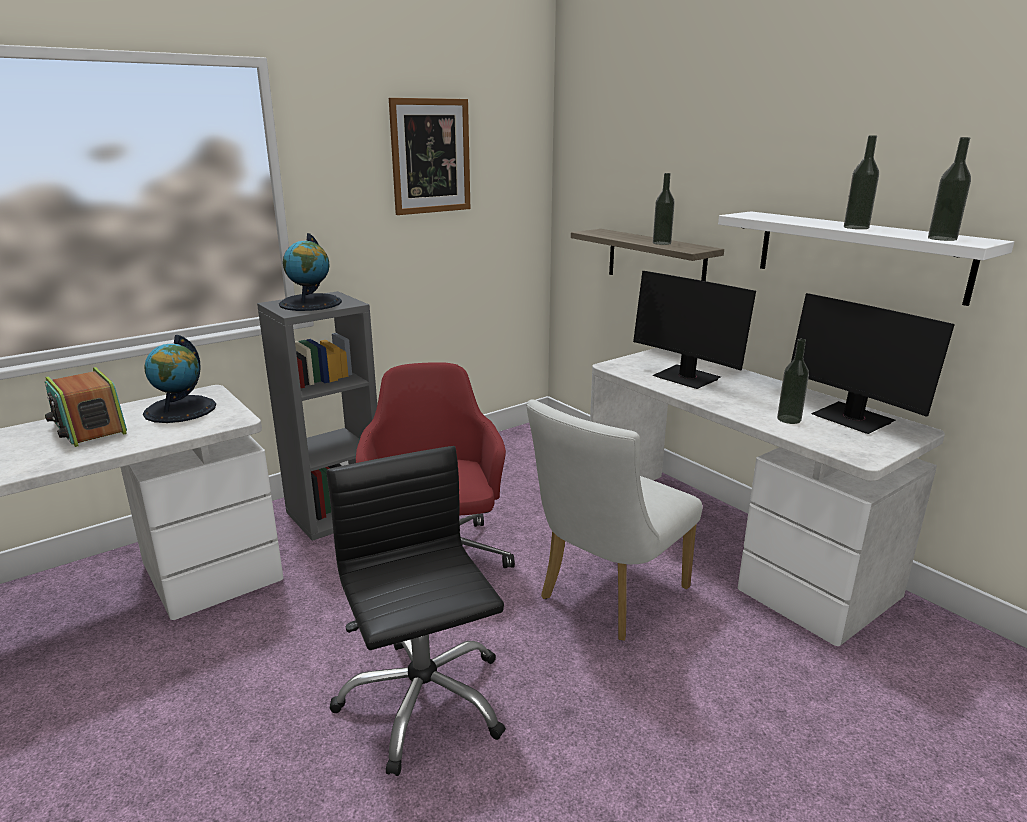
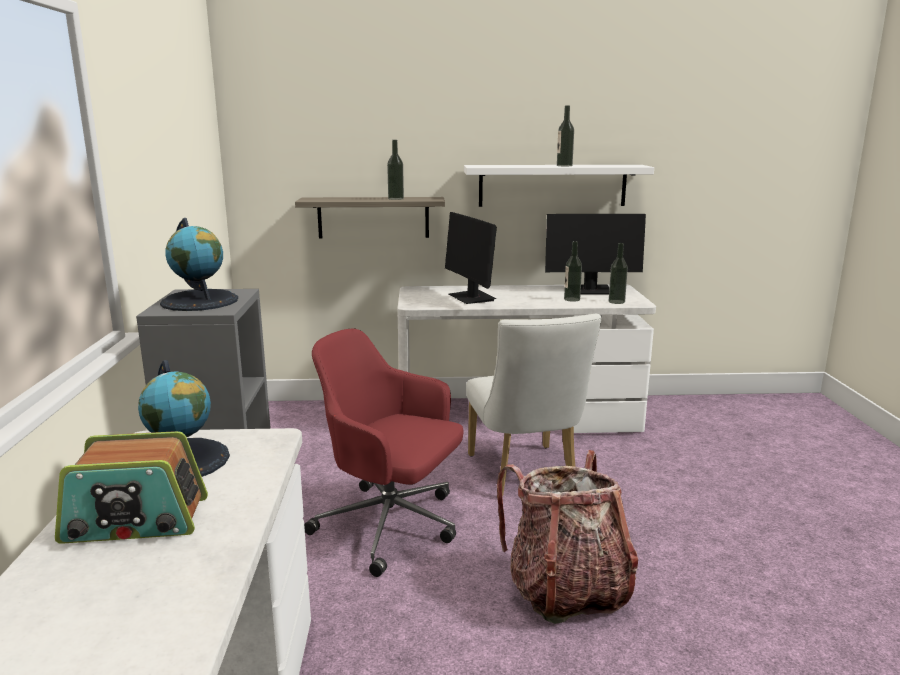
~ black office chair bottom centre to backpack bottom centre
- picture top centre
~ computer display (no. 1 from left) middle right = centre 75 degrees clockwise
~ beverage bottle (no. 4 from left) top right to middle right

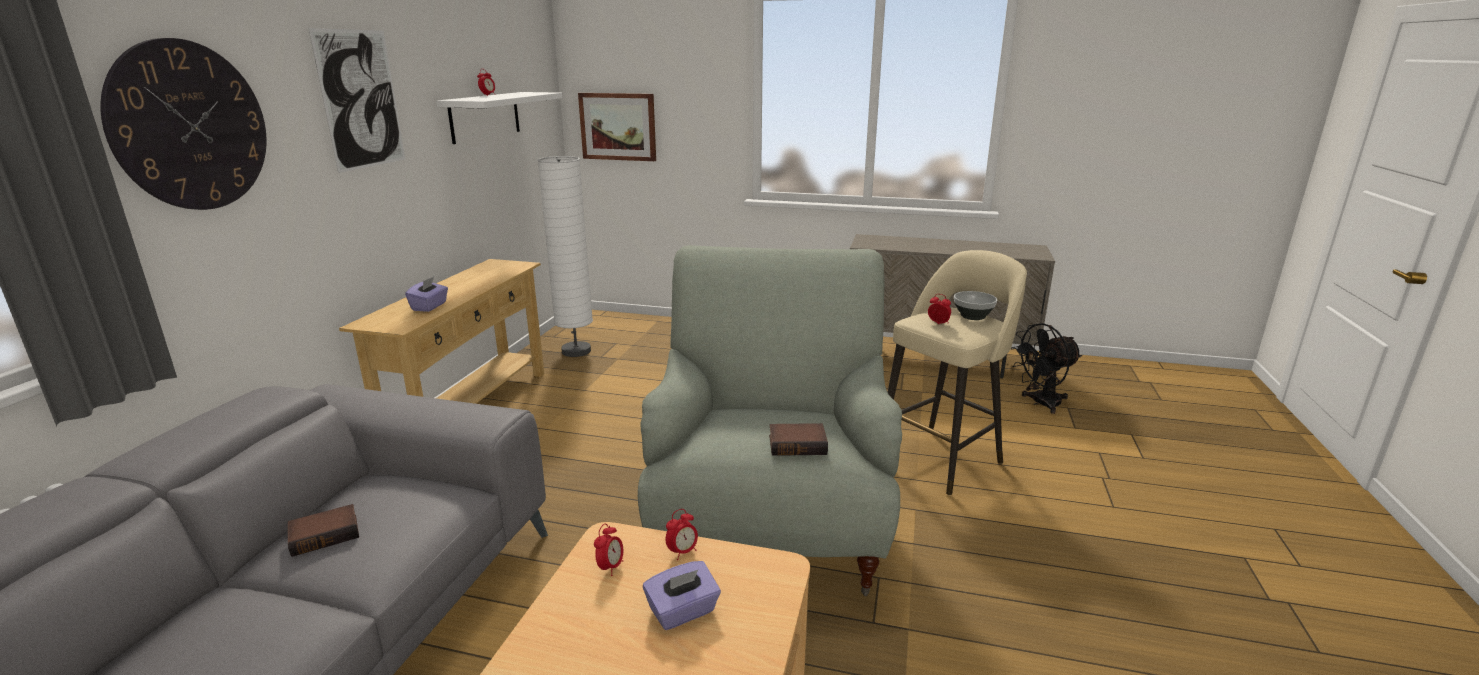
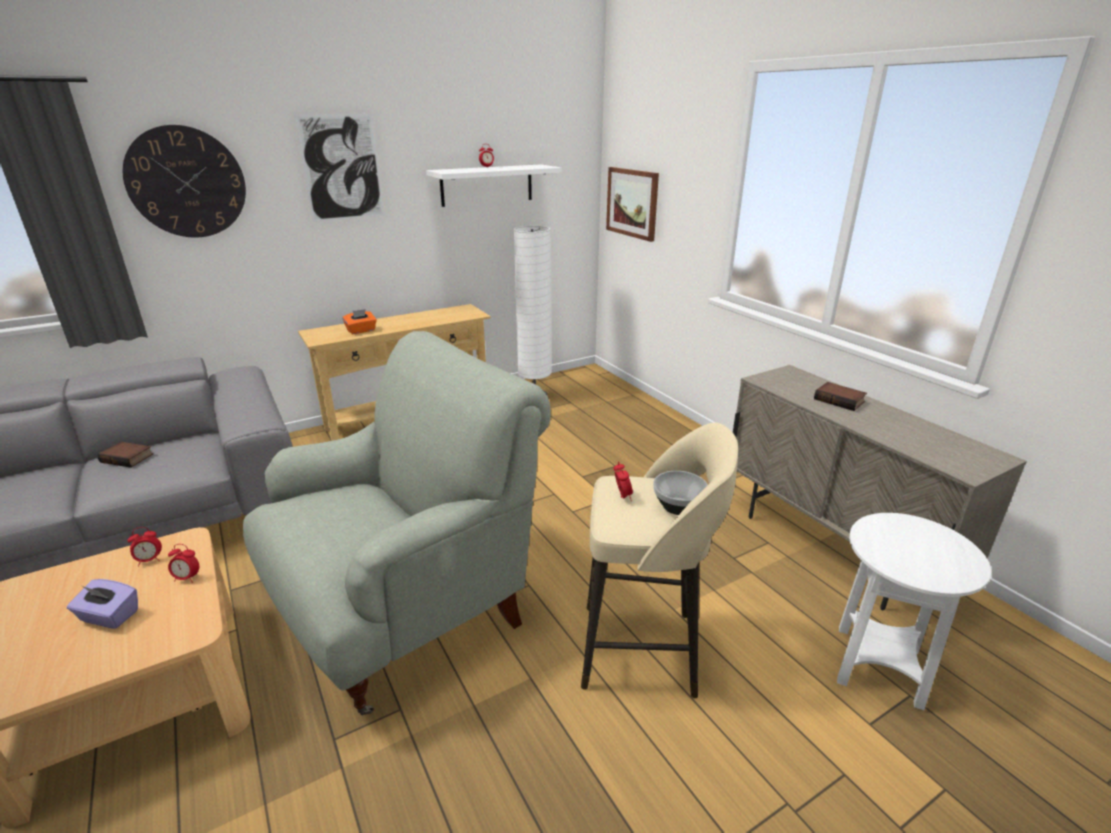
~ purplish tissue box (no. 1 from left) middle left to orangey tissue box middle left
~ book (no. 2 from left) centre to middle right
~ black fan middle right to whitish end table bottom right

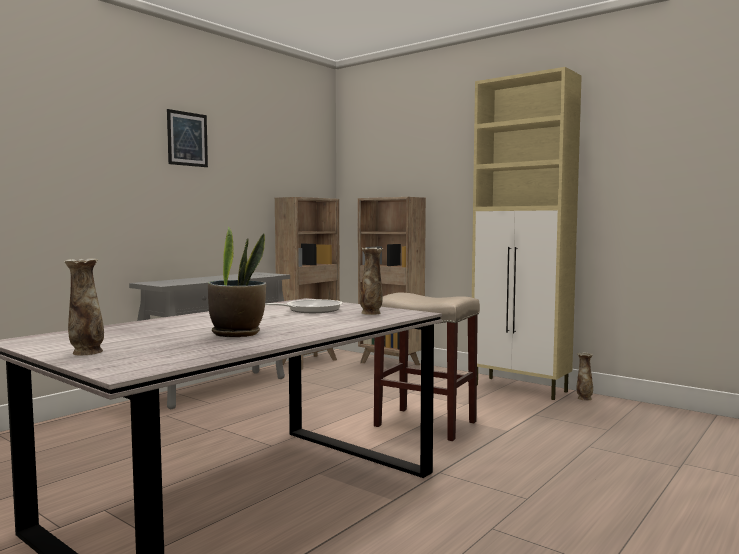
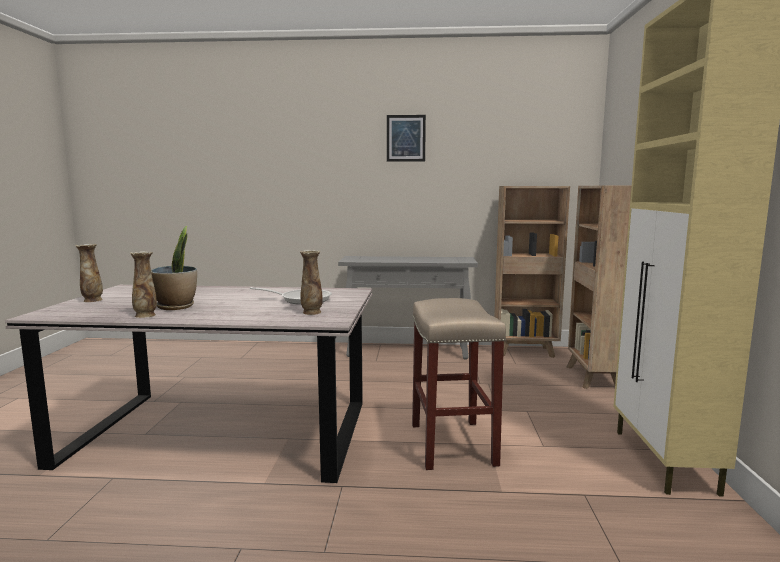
~ vase (no. 3 from left in the first image) bottom right to vase (no. 2 from left) middle left

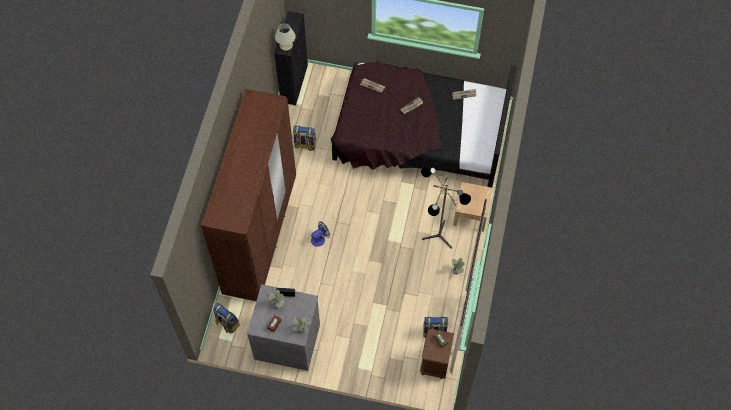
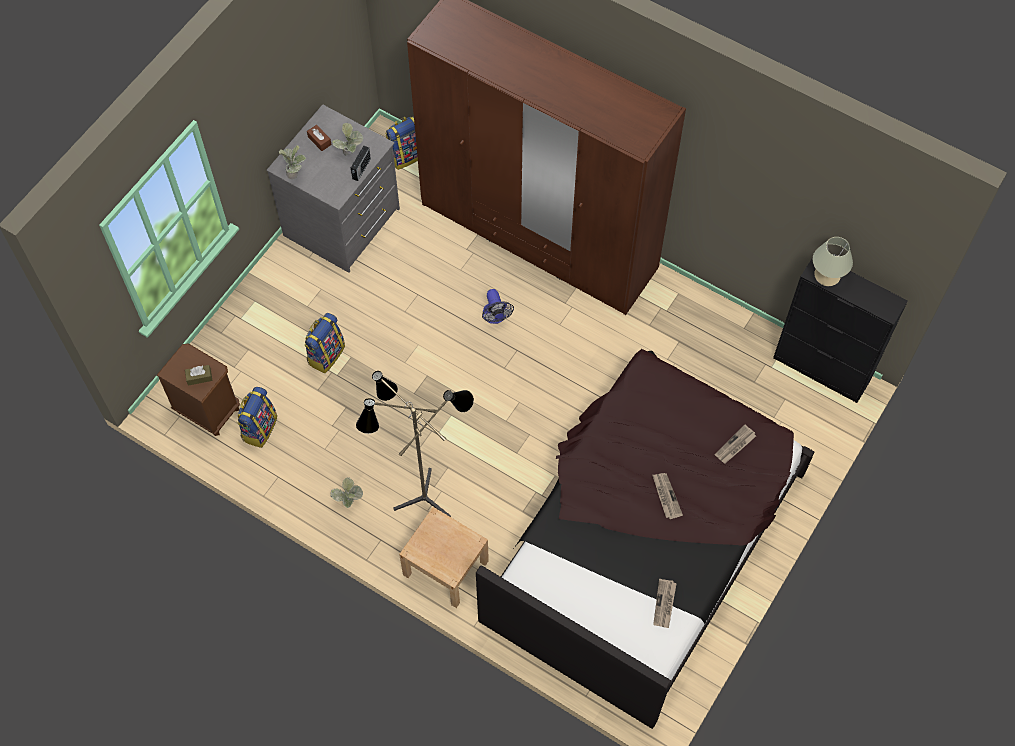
~ backpack (no. 2 from left) centre to middle left

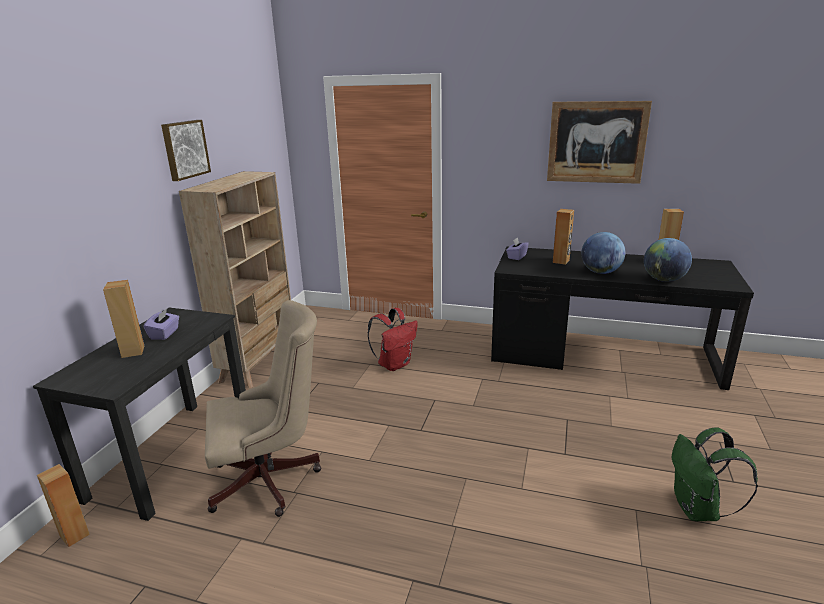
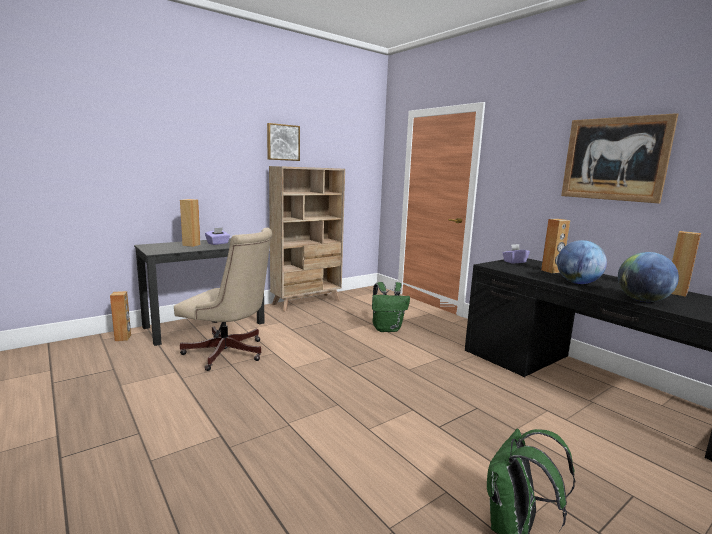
~ reddish backpack centre to green-coloured backpack (no. 1 from left) centre

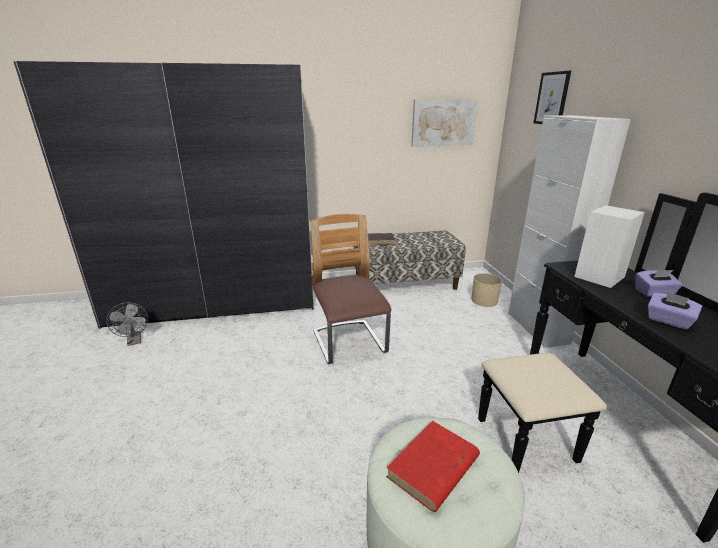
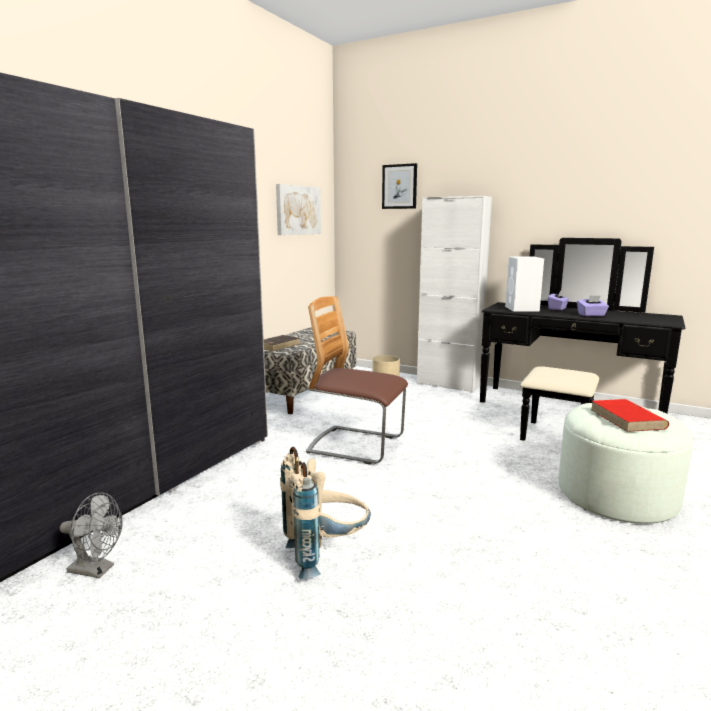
+ sand-coloured backpack bottom centre

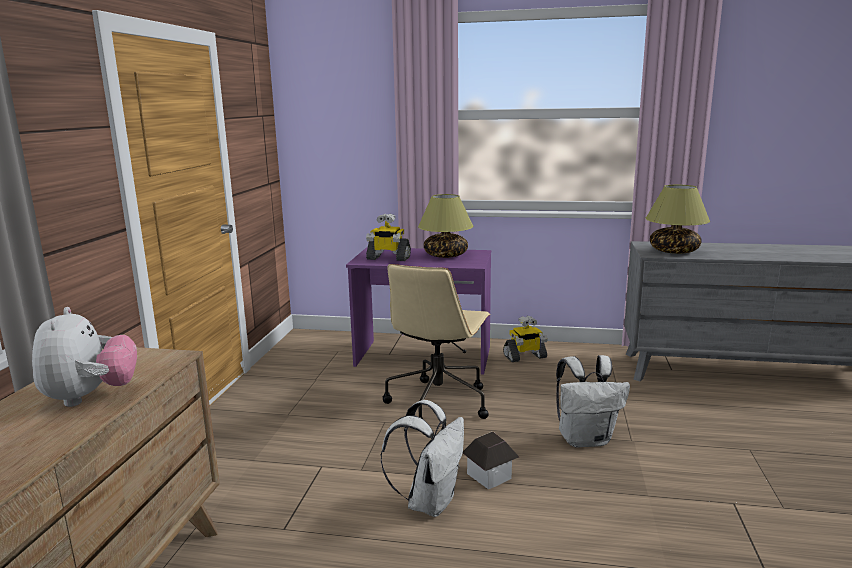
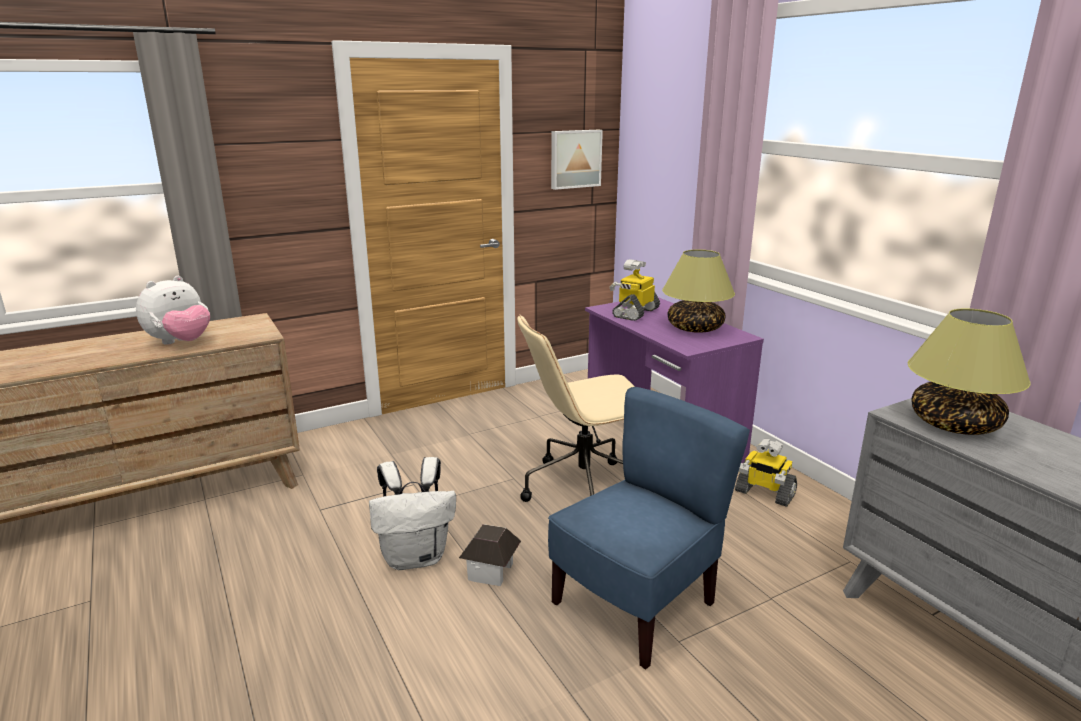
~ robot figure (no. 1 from left) centre = centre 60 degrees clockwise
~ whitish backpack (no. 2 from left) bottom right to bluish plain chair bottom centre
+ picture top centre

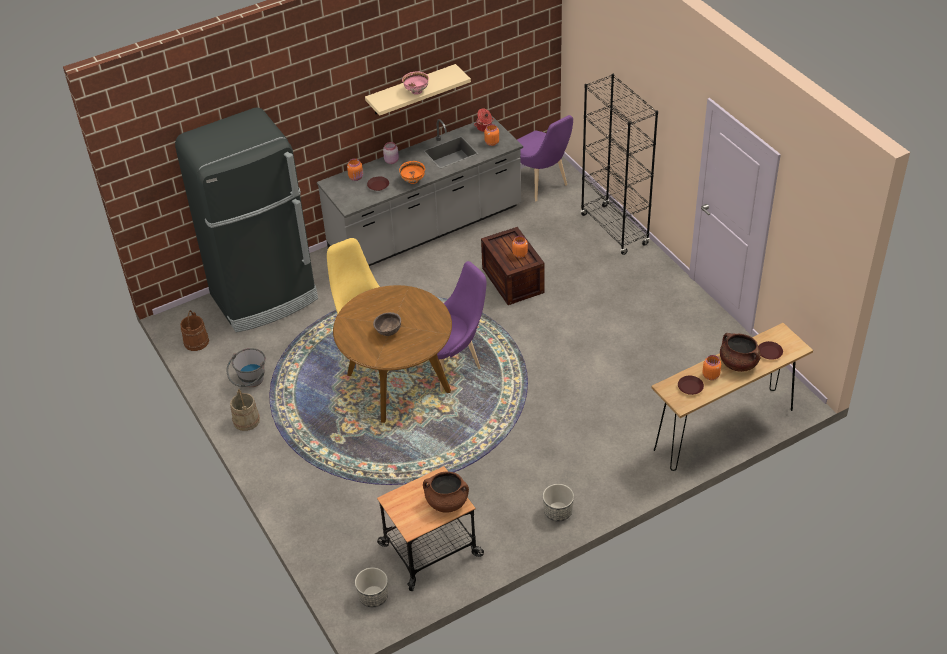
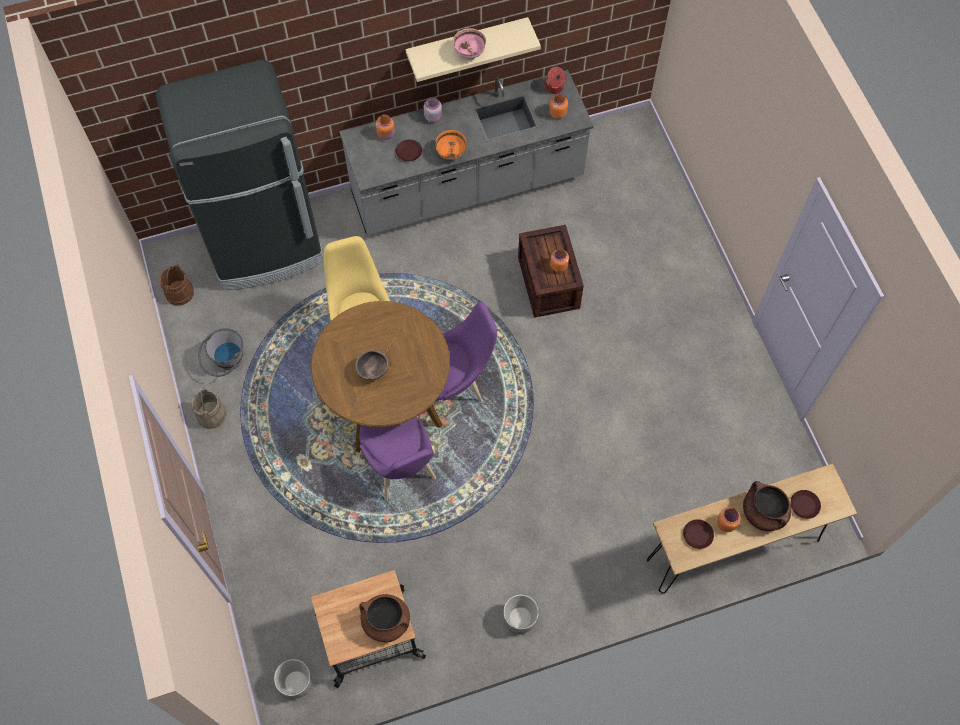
~ purplish plain chair (no. 2 from left in the first image) top centre to purplish plain chair (no. 1 from left) centre
- black bookcase top centre

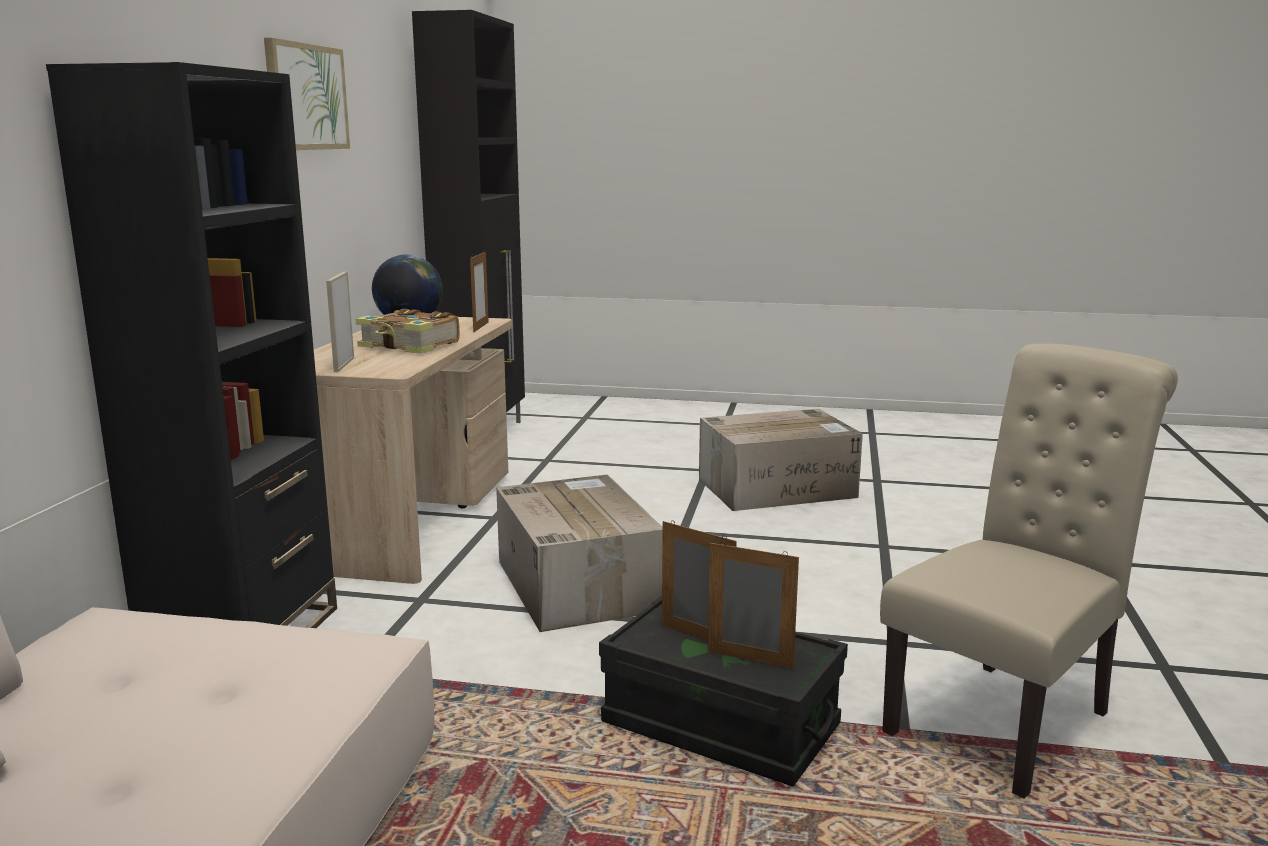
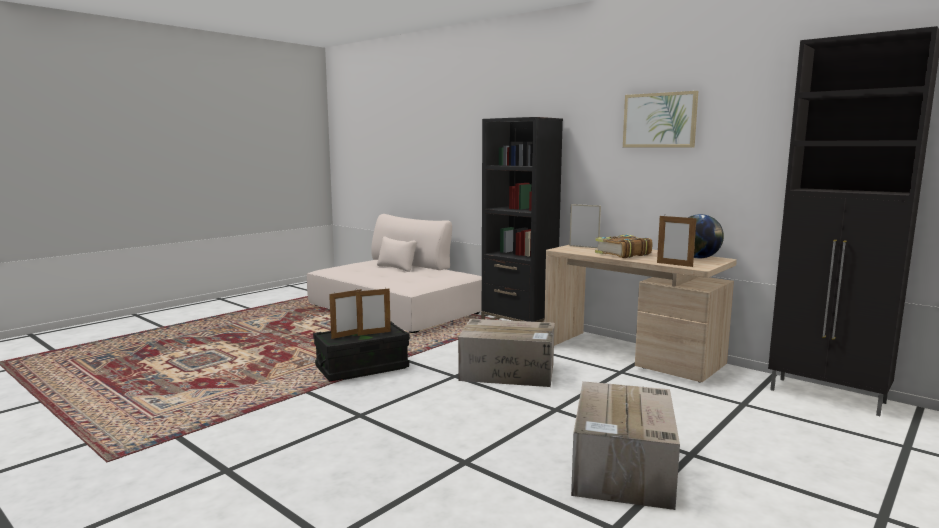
- sand-coloured plain chair bottom right

